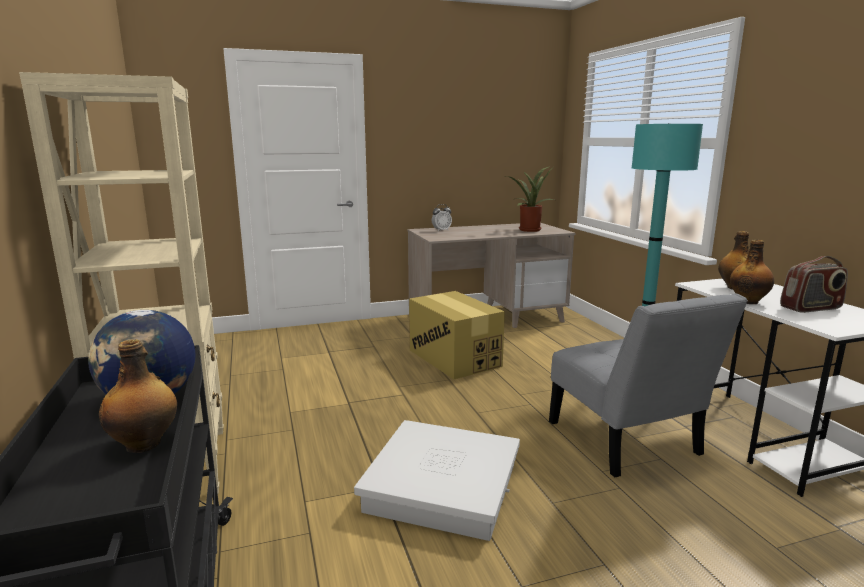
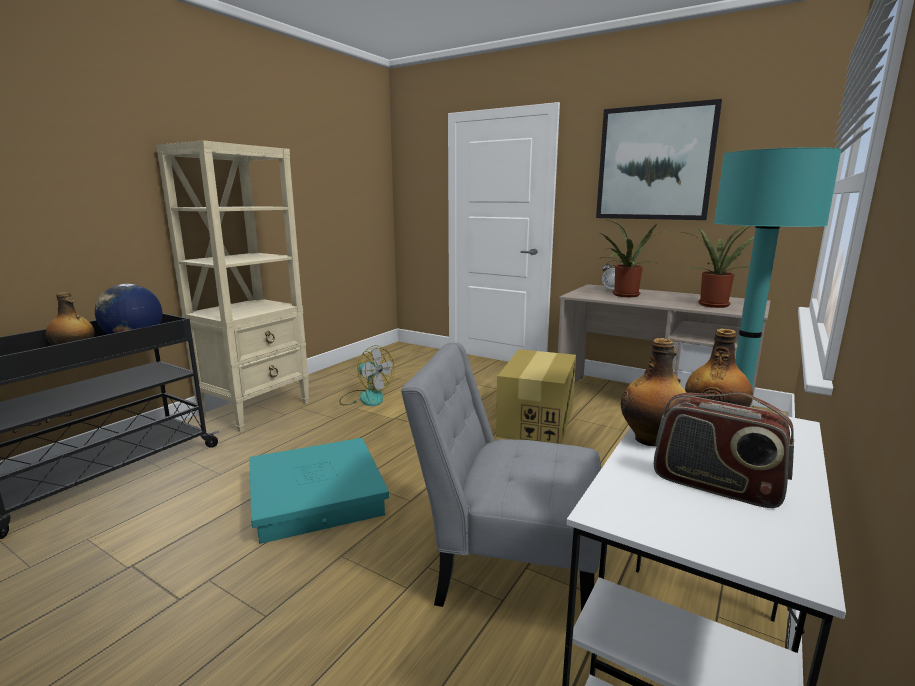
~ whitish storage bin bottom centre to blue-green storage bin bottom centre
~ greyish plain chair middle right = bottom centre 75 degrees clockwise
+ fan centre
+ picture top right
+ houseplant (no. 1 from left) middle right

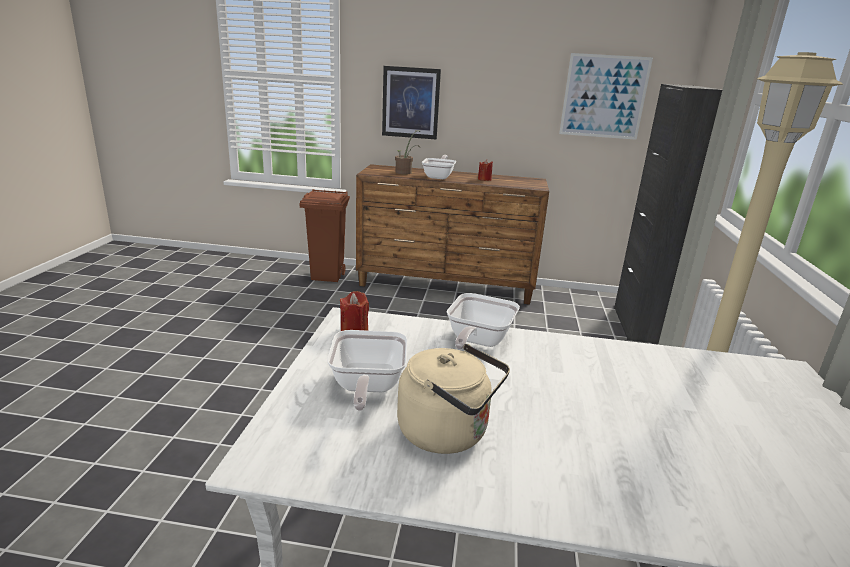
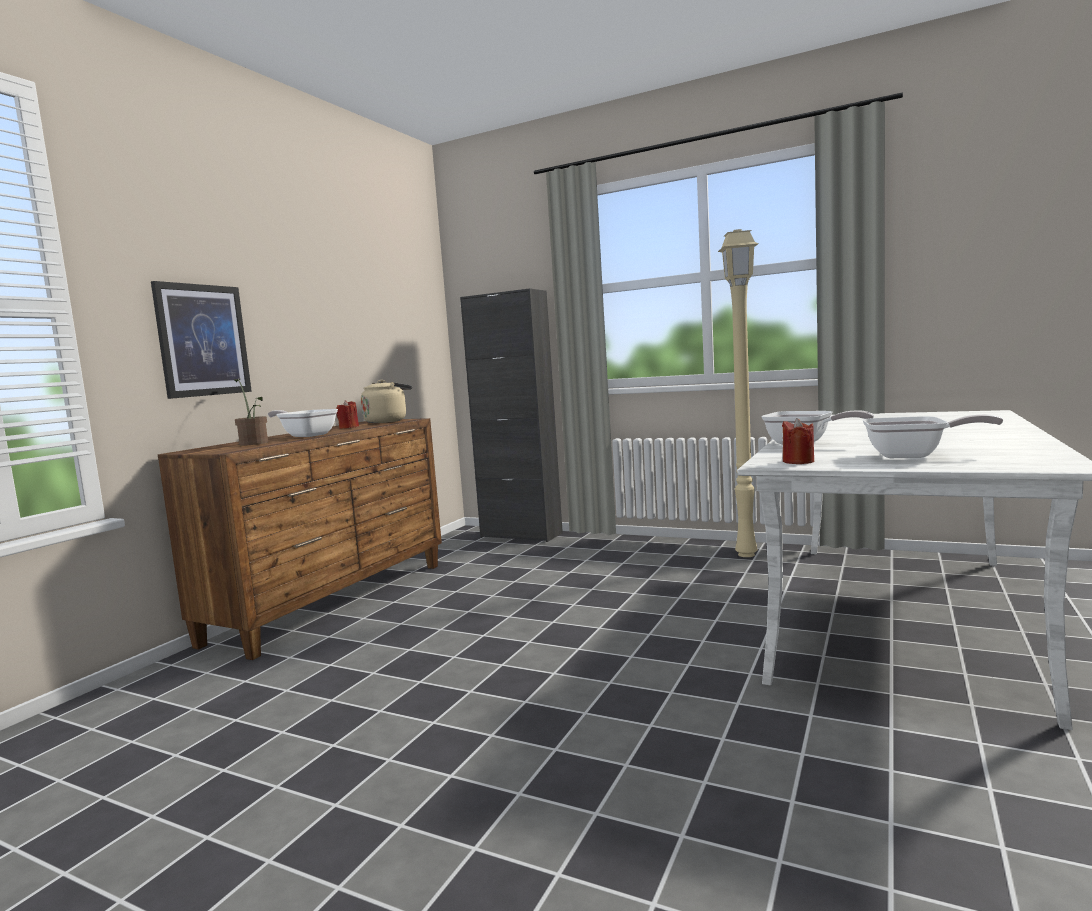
- brownish trash can centre
~ sand-coloured kettle bottom centre to centre
- picture (no. 2 from left) top right

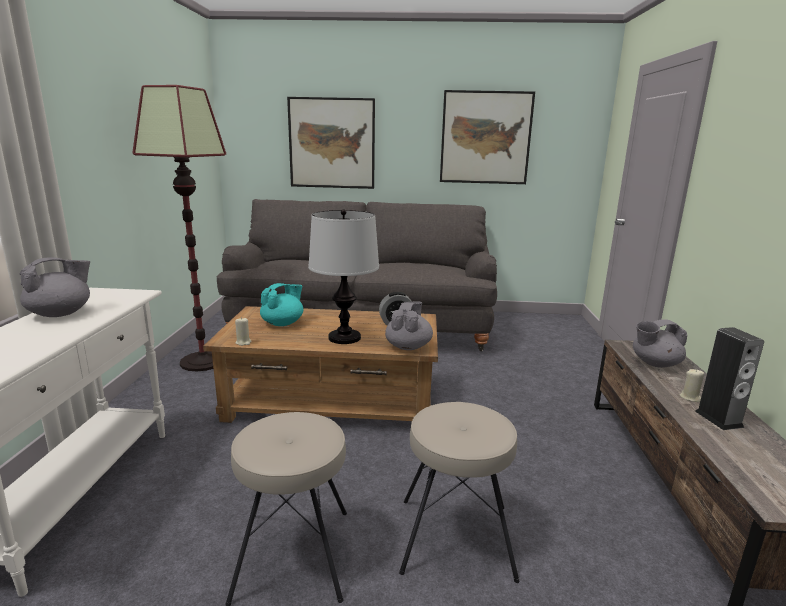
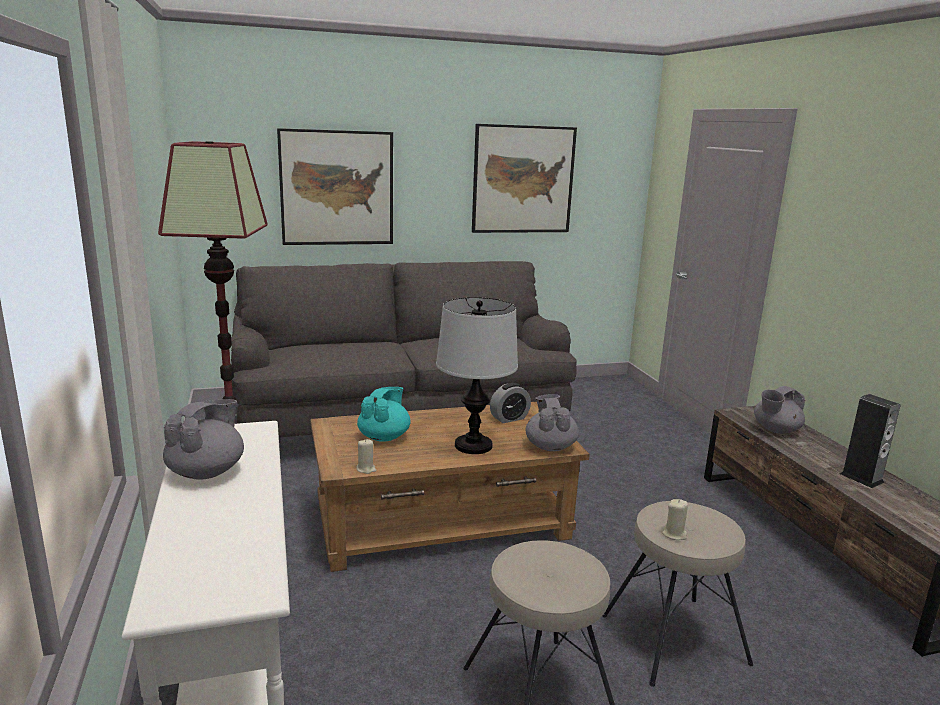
~ sand-coloured candle (no. 2 from left) middle right to bottom right

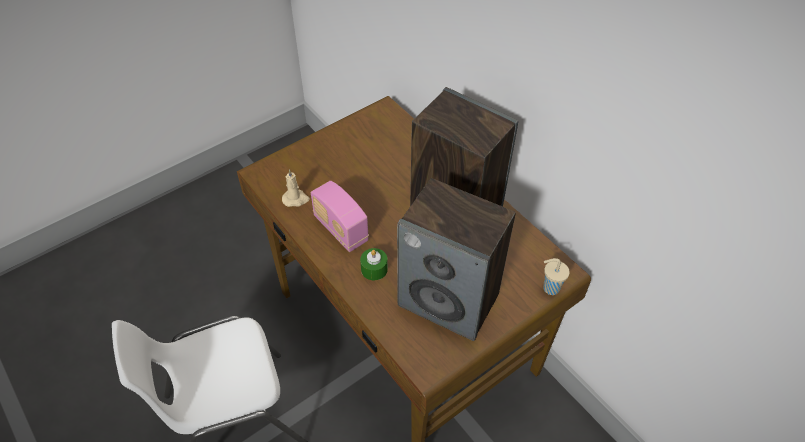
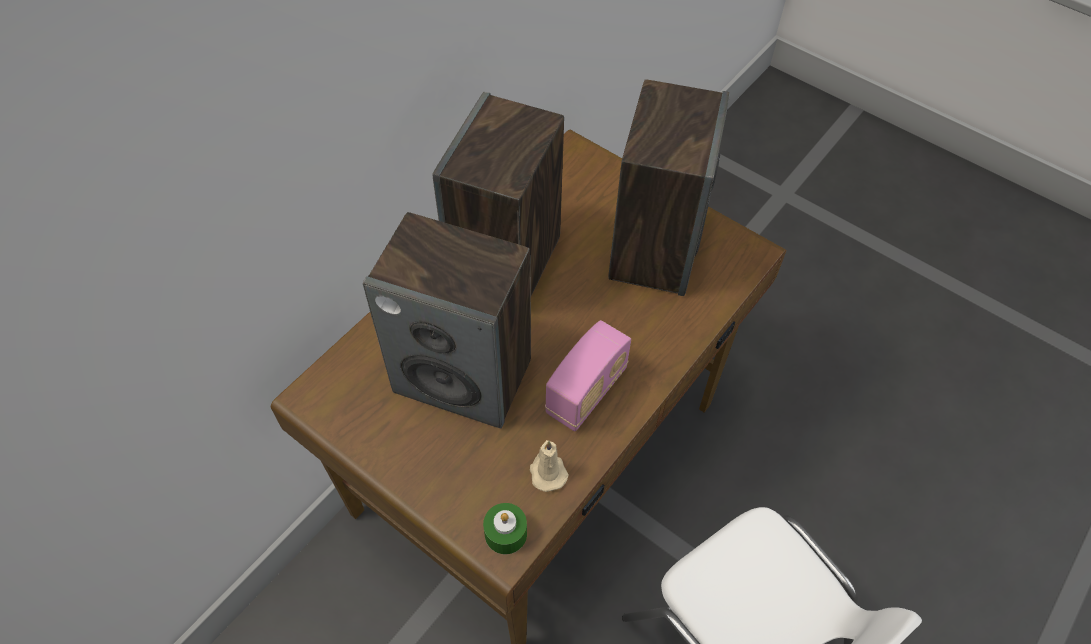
~ green-coloured candle centre to bottom centre
- sand-coloured small cup middle right
+ loudspeaker (no. 1 from left) centre

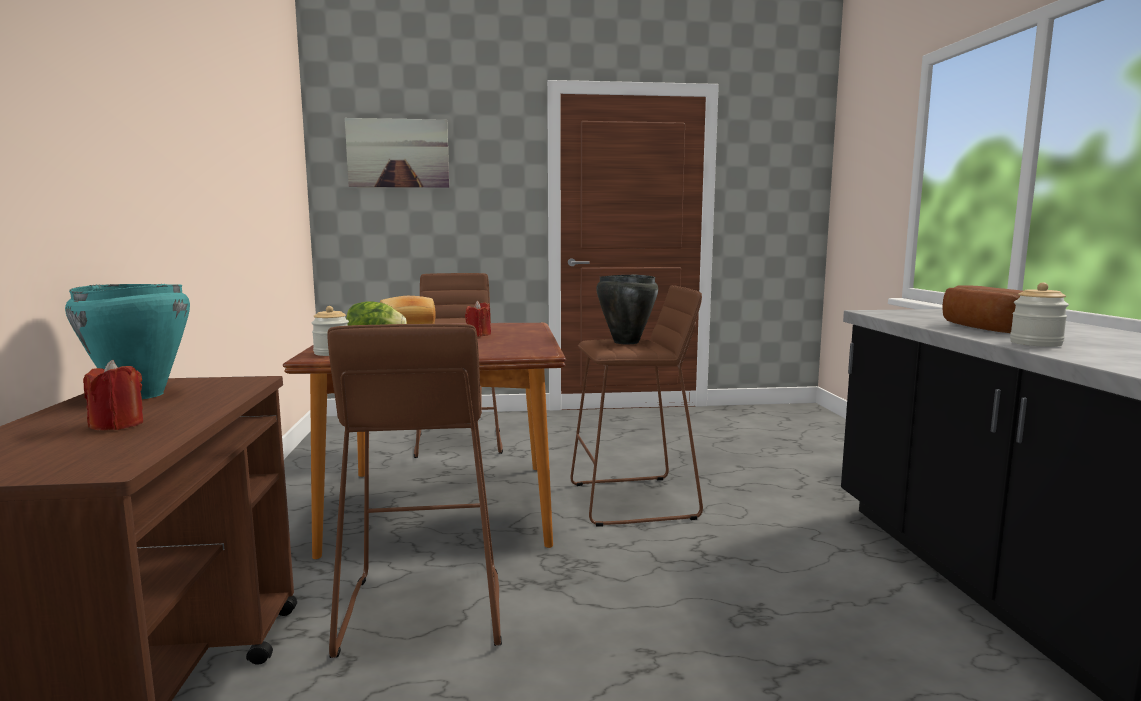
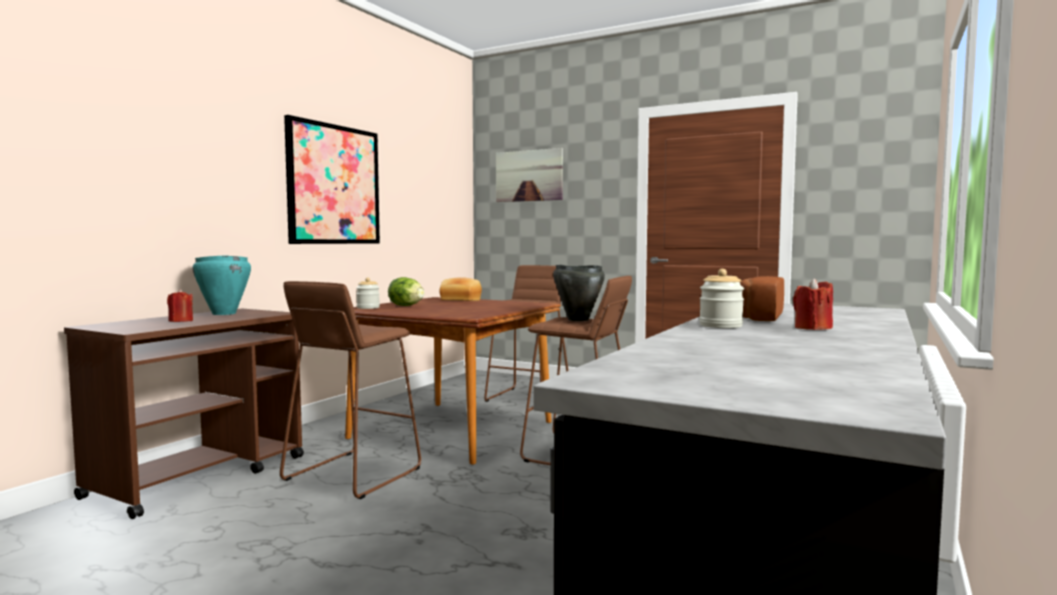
~ reddish candle (no. 2 from left) centre to middle right
+ picture (no. 1 from left) top left

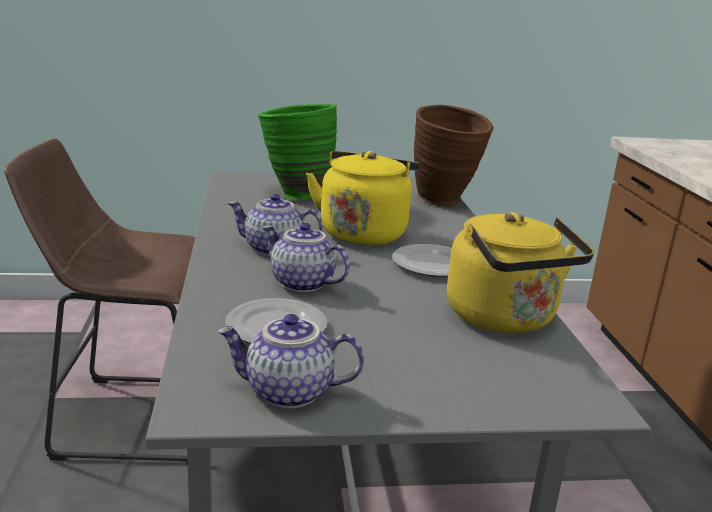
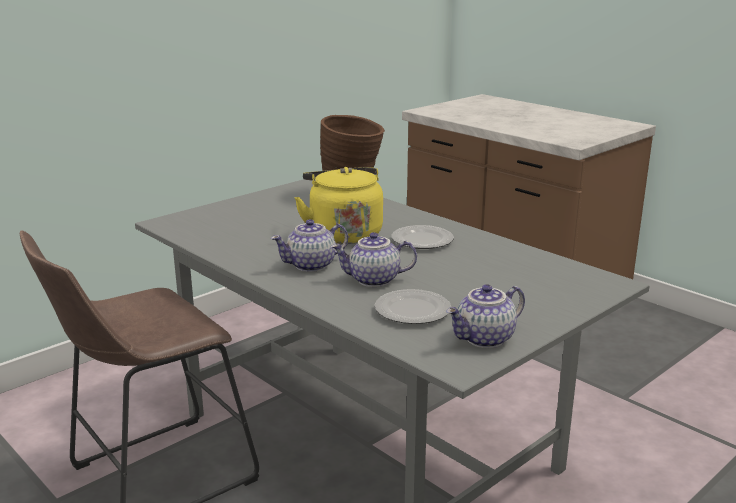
- green-coloured vase top centre
- yellow-coloured kettle (no. 2 from left) middle right

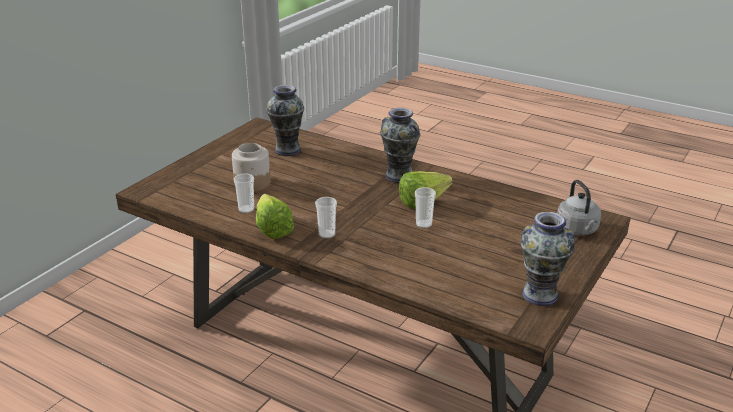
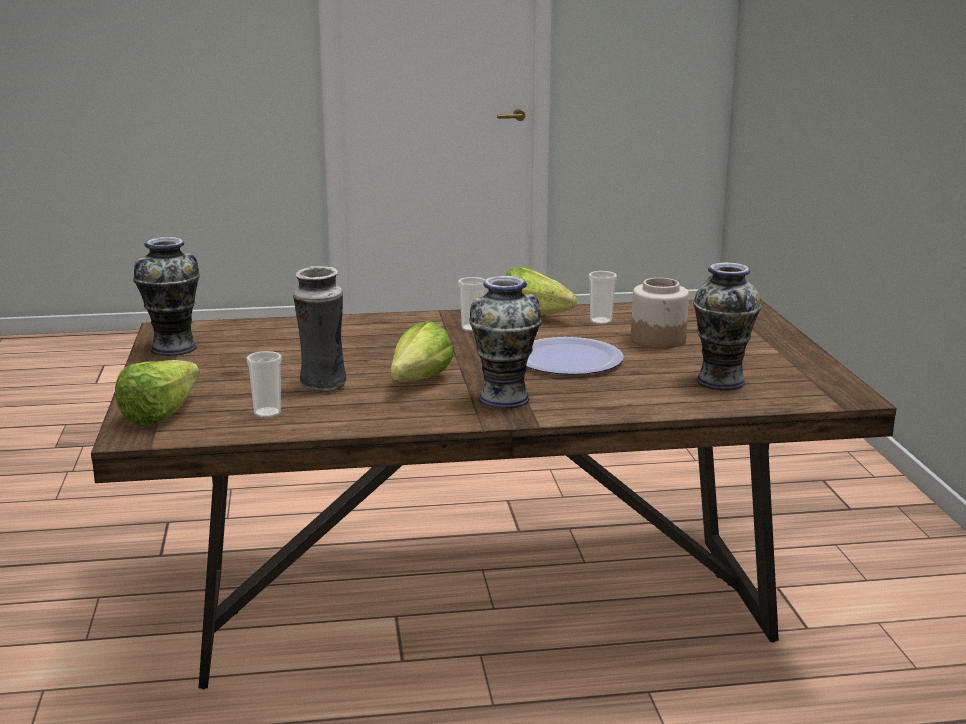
~ small cup (no. 3 from left in the first image) centre to small cup (no. 1 from left) middle left
~ greyish kettle middle right to lettuce head (no. 1 from left) middle left
+ vase (no. 2 from left) middle left
+ plate centre

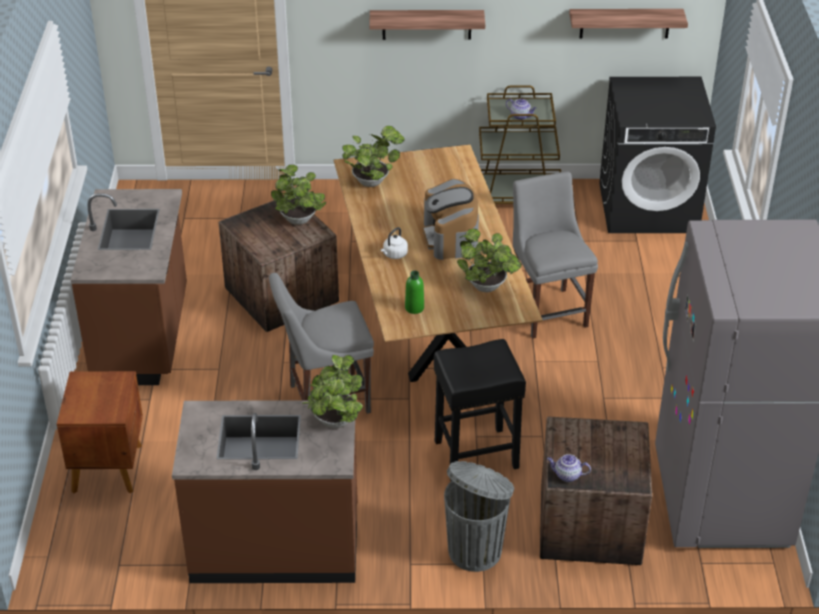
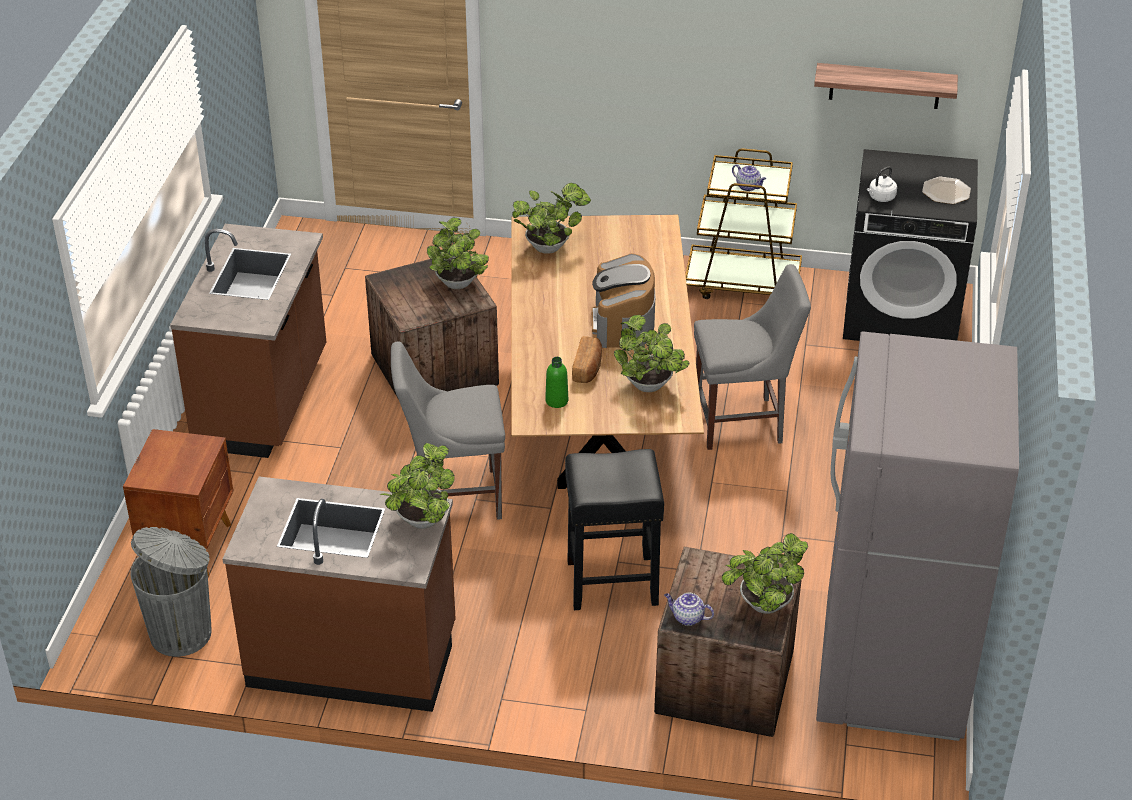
- bracket shelf (no. 1 from left) top centre
~ whitish kettle centre to top right
~ greyish trash can bottom centre to bottom left
~ greyish plain chair (no. 2 from left) middle right = centre 90 degrees clockwise
+ bakery bread centre
+ houseplant (no. 5 from left) bottom right
+ plate top right

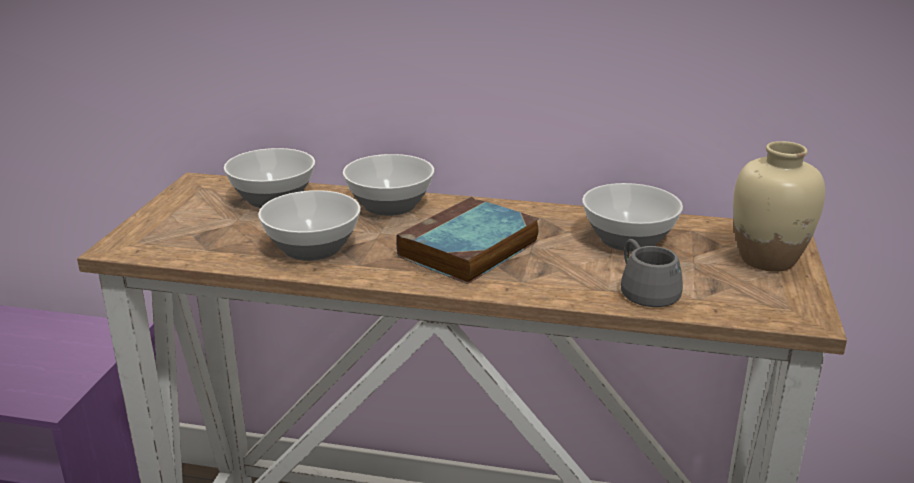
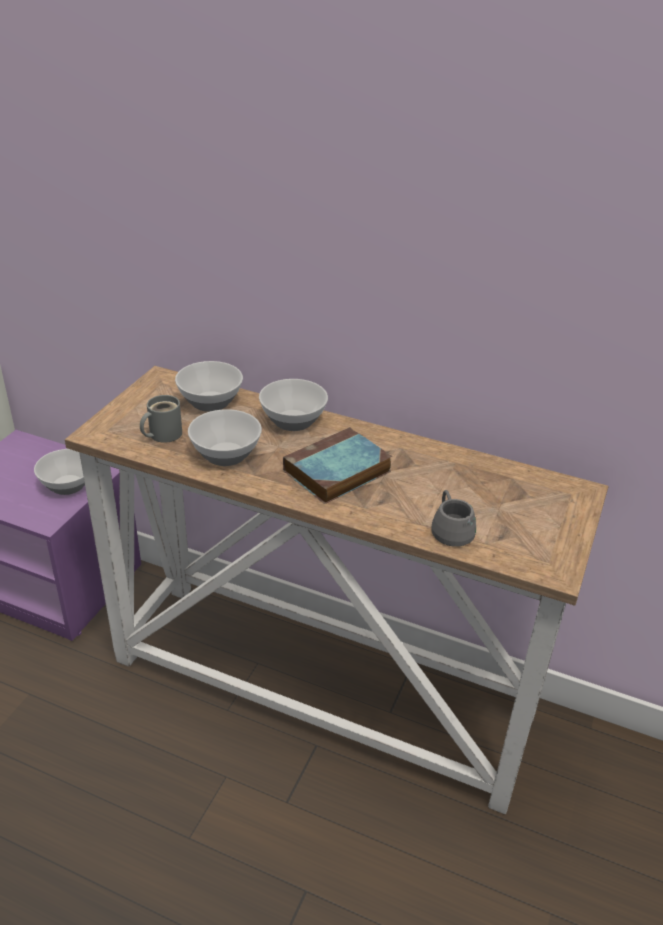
~ deep dish (no. 4 from left in the first image) middle right to deep dish (no. 1 from left) middle left
- sand-coloured vase middle right
+ greyish tea mug (no. 1 from left) middle left

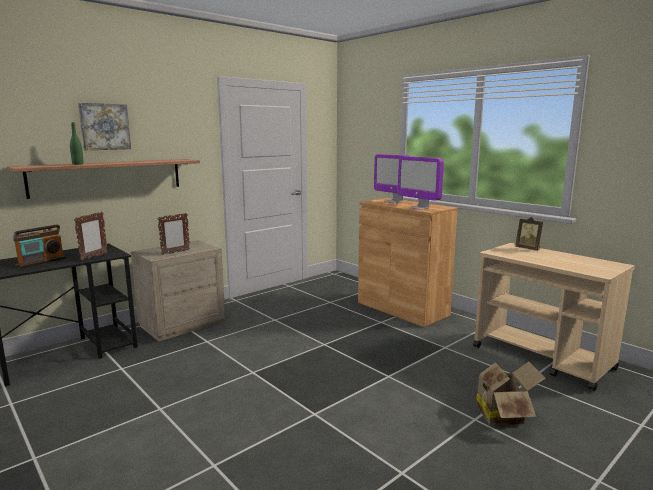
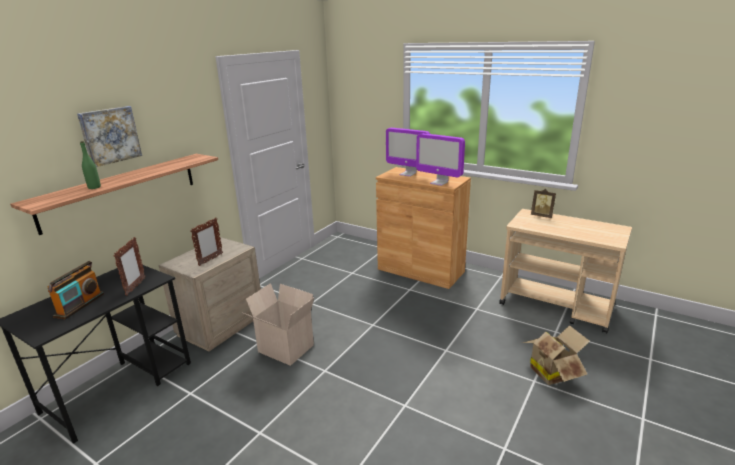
+ cardboard box (no. 1 from left) bottom centre

